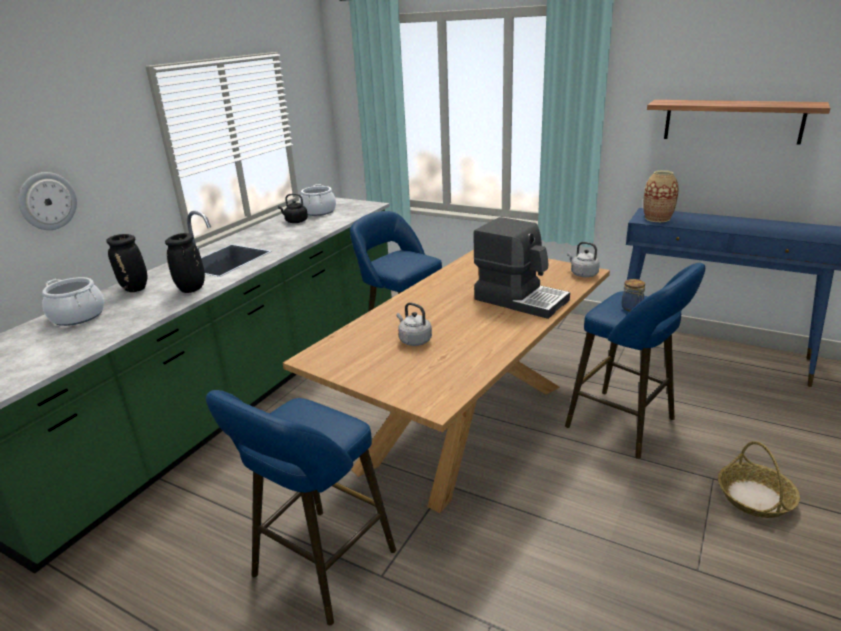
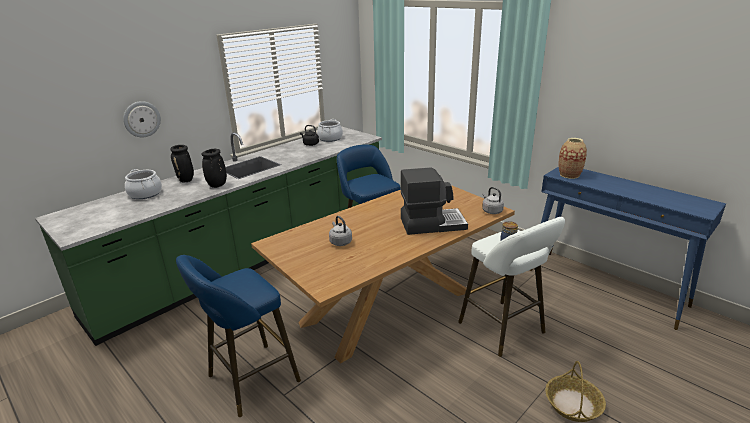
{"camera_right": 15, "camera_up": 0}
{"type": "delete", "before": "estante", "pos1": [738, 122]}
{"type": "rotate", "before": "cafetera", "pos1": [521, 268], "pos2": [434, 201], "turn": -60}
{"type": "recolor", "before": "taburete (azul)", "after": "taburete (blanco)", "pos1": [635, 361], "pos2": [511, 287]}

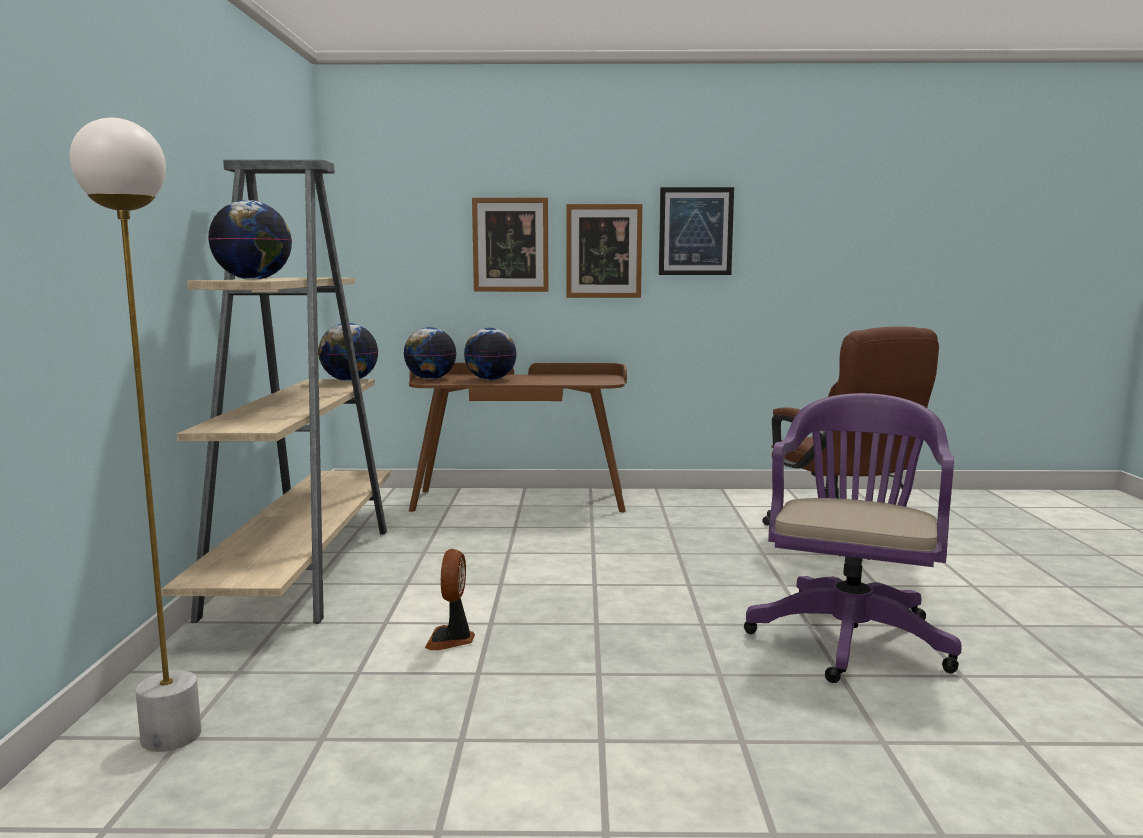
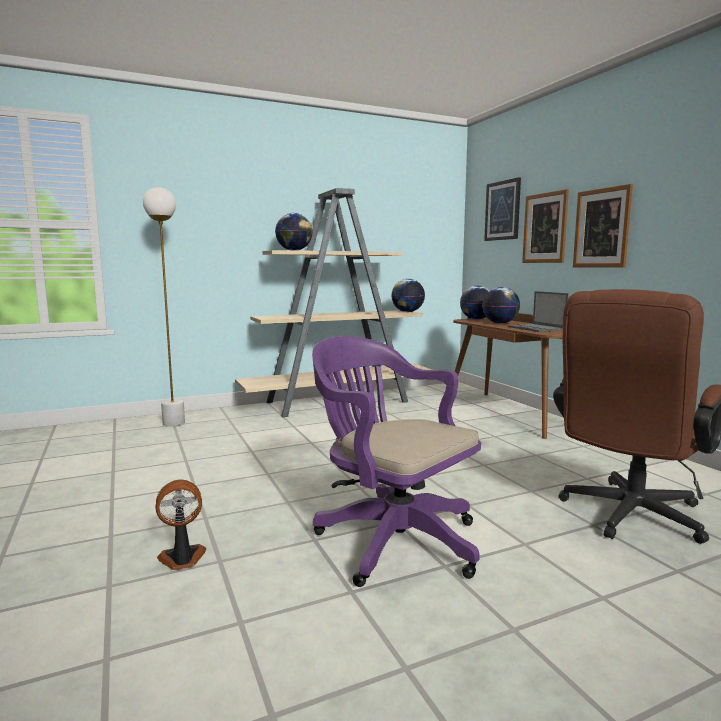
{"camera_right": 65, "camera_up": 0}
{"type": "move", "before": "cuadro", "pos1": [696, 231], "pos2": [502, 209]}
{"type": "rotate", "before": "silla de oficina (morado)", "pos1": [853, 538], "pos2": [396, 461], "turn": -135}
{"type": "move", "before": "ventilador", "pos1": [450, 599], "pos2": [180, 524]}
{"type": "insert", "after": "portátil", "pos2": [538, 311]}

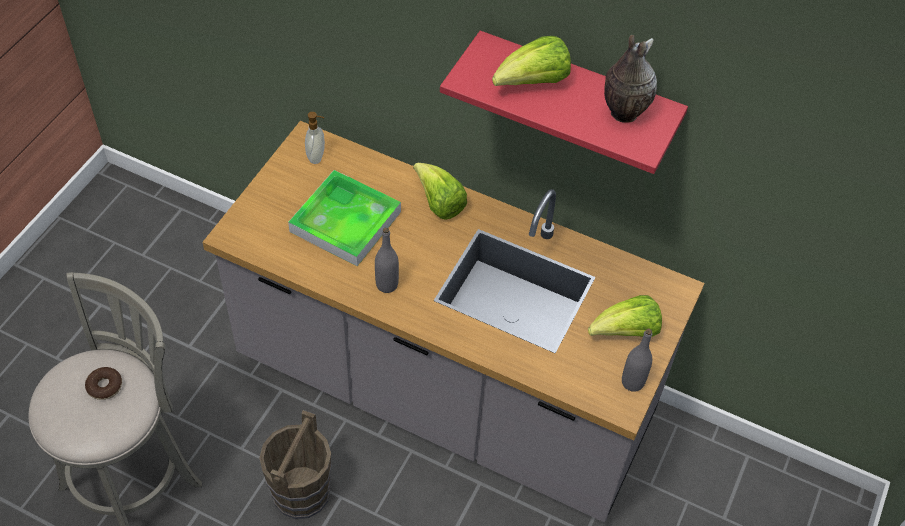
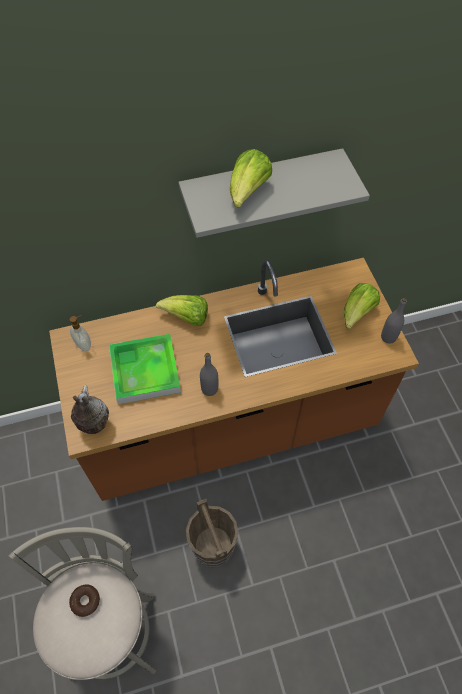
{"camera_right": -40, "camera_up": 5}
{"type": "recolor", "before": "estante (rojo)", "after": "estante (gris)", "pos1": [564, 102], "pos2": [274, 193]}
{"type": "move", "before": "florero", "pos1": [630, 79], "pos2": [90, 409]}
{"type": "recolor", "before": "mueble bajo de cocina (gris)", "after": "mueble bajo de cocina (marrón)", "pos1": [453, 322], "pos2": [234, 379]}

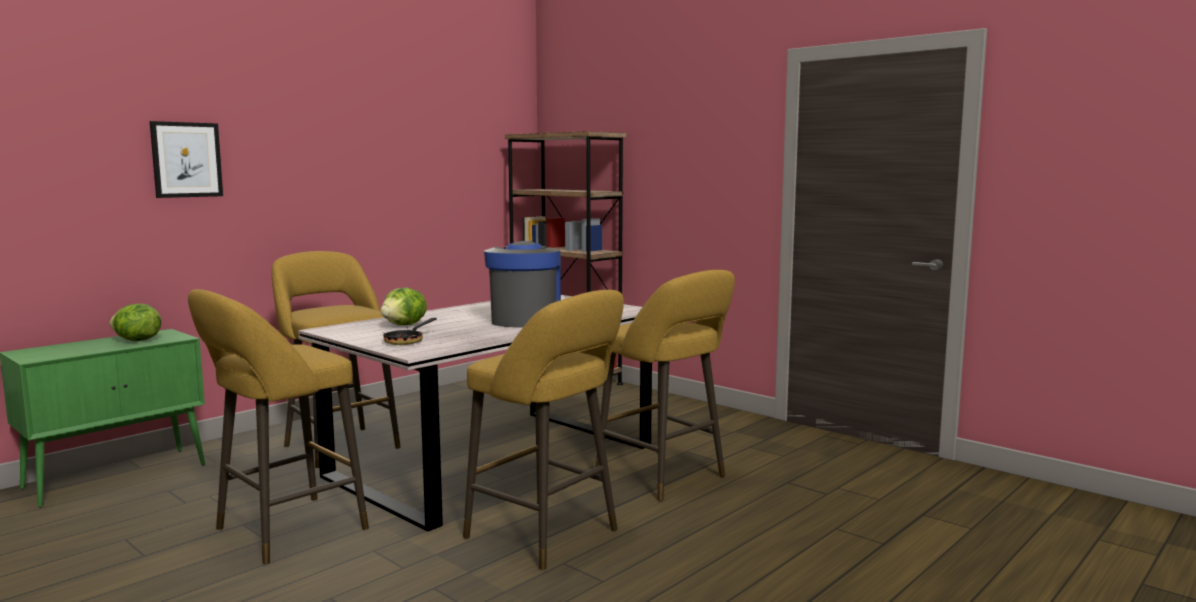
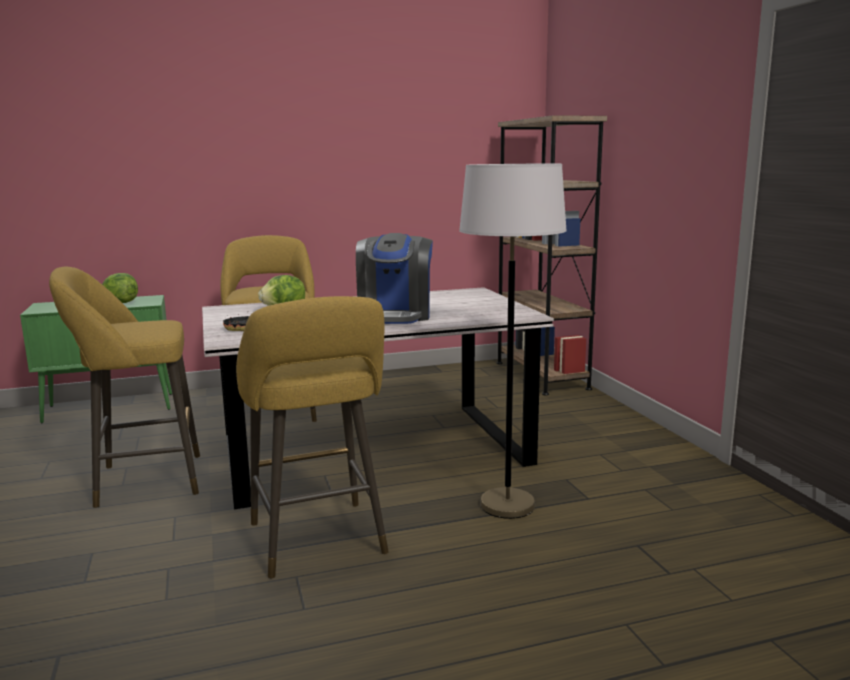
{"camera_right": 30, "camera_up": 5}
{"type": "delete", "before": "cuadro", "pos1": [186, 159]}
{"type": "rotate", "before": "cafetera", "pos1": [522, 284], "pos2": [394, 278], "turn": 150}
{"type": "replace", "before": "taburete (amarillo)", "after": "lámpara de pie (gris)", "pos1": [665, 385], "pos2": [513, 341]}

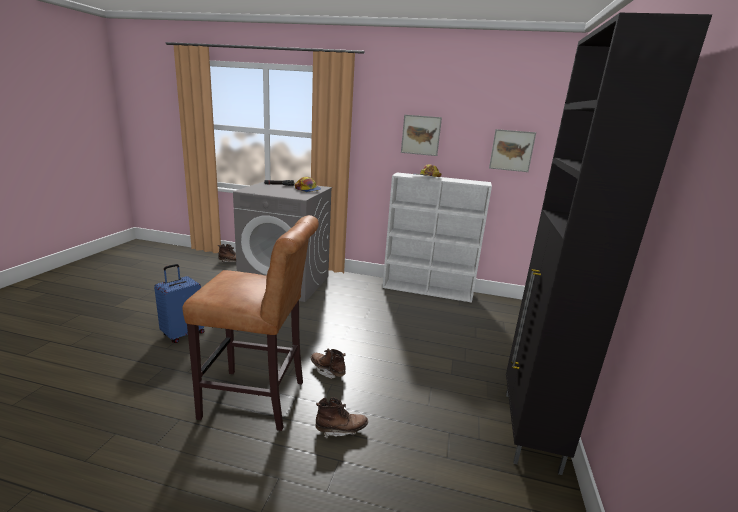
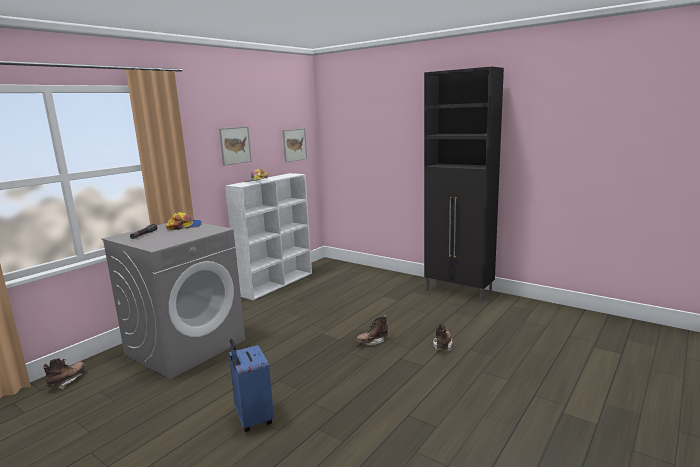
{"camera_right": -65, "camera_up": -5}
{"type": "delete", "before": "taburete (marrón)", "pos1": [250, 323]}

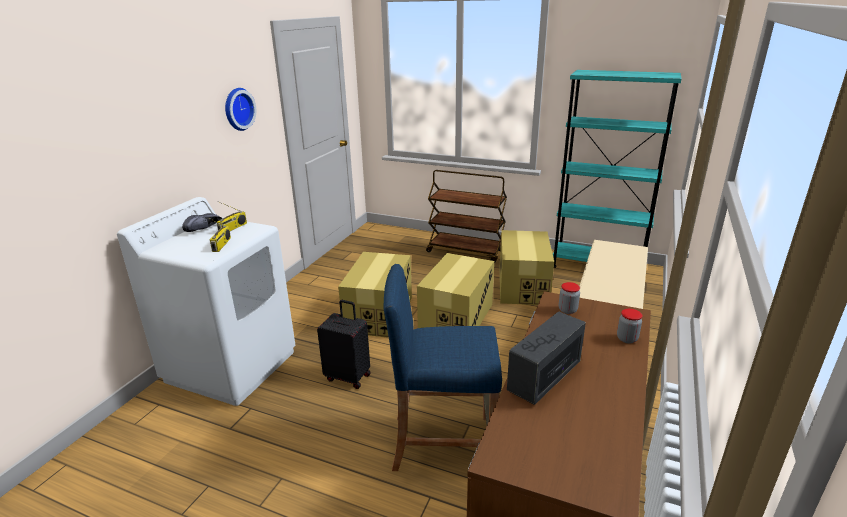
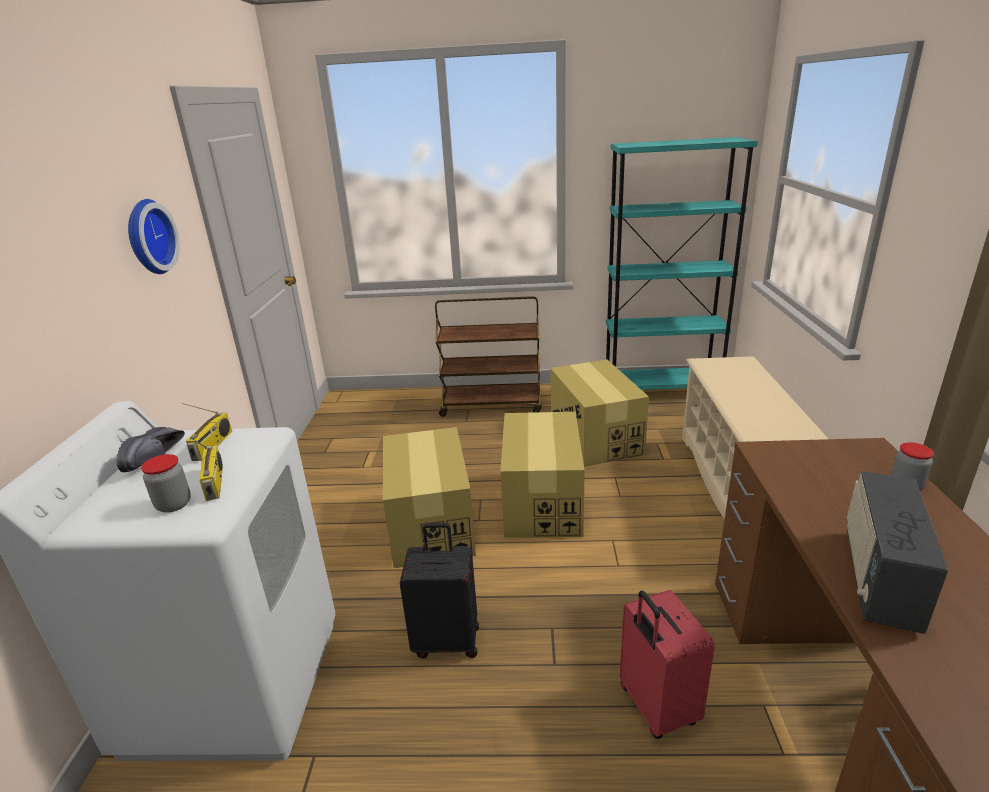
{"camera_right": -20, "camera_up": 0}
{"type": "replace", "before": "taburete (azul)", "after": "maleta (rojo)", "pos1": [442, 367], "pos2": [667, 664]}
{"type": "move", "before": "tarro", "pos1": [569, 298], "pos2": [166, 483]}

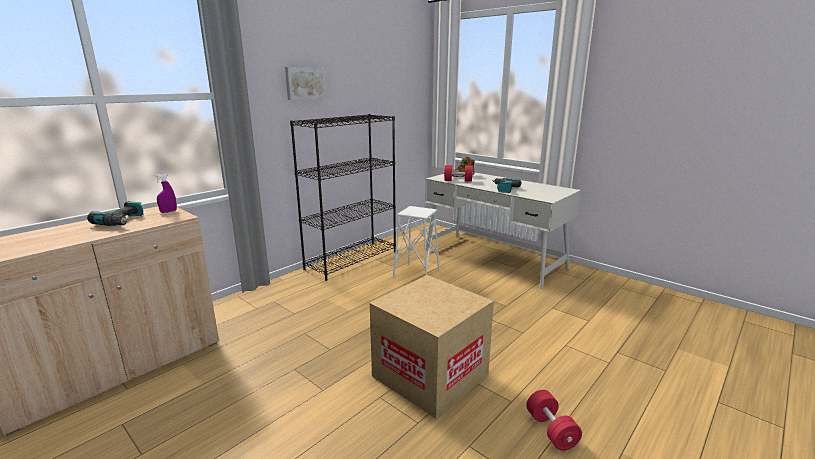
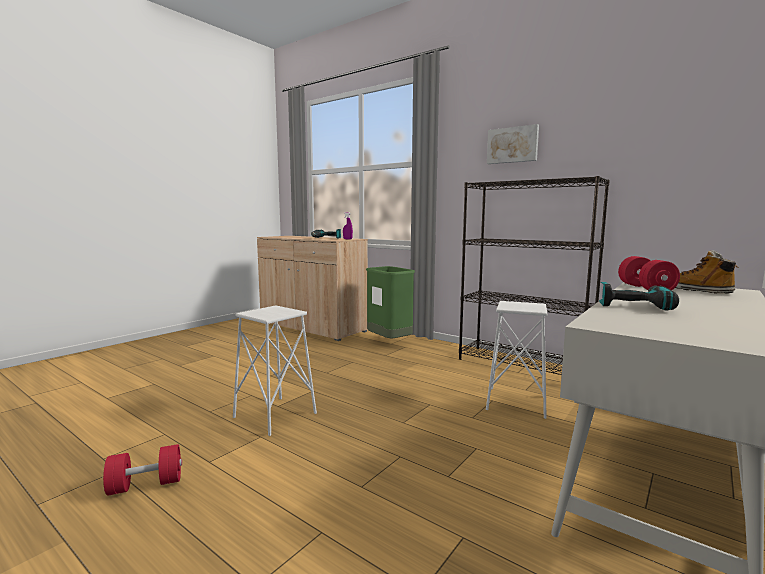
{"camera_right": 85, "camera_up": -10}
{"type": "replace", "before": "caja de cartón", "after": "taburete (blanco)", "pos1": [432, 346], "pos2": [275, 370]}
{"type": "insert", "after": "papelera (verde)", "pos2": [390, 302]}

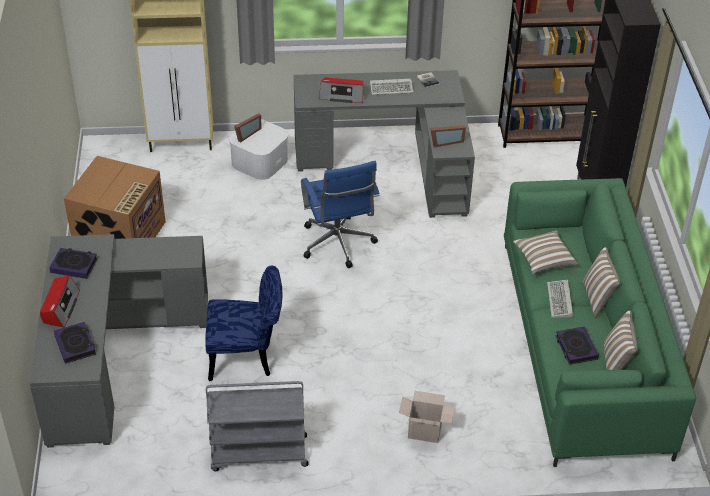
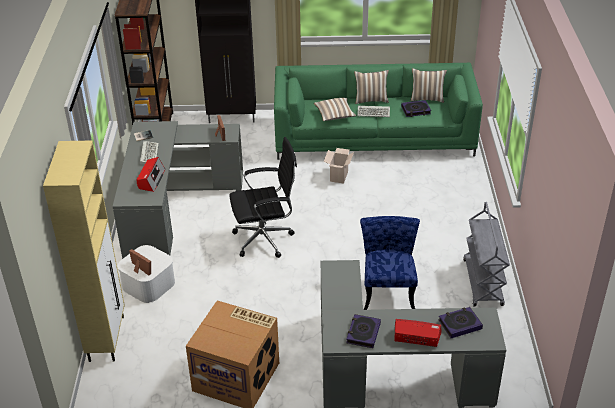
{"camera_right": -85, "camera_up": -5}
{"type": "recolor", "before": "silla de oficina (azul)", "after": "silla de oficina (negro)", "pos1": [340, 214], "pos2": [263, 197]}
{"type": "move", "before": "caja de cartón", "pos1": [427, 417], "pos2": [338, 166]}

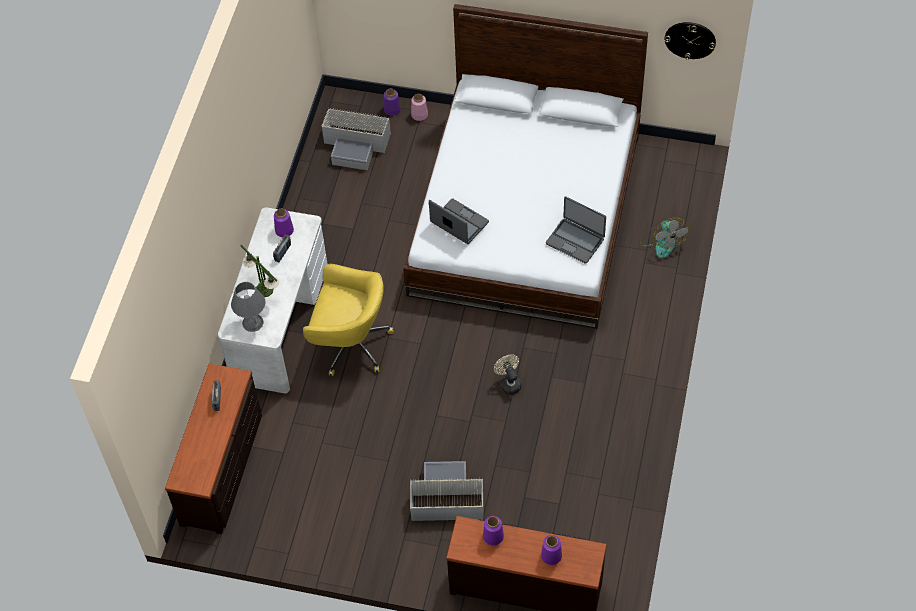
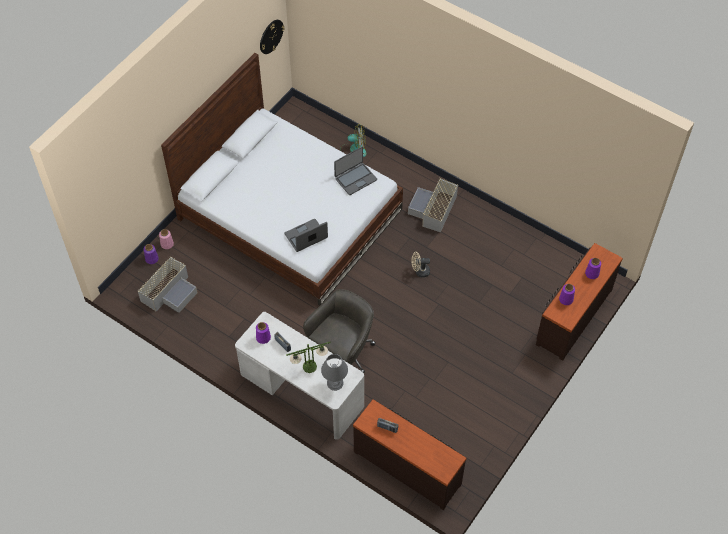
{"camera_right": -70, "camera_up": 0}
{"type": "recolor", "before": "silla de oficina (amarillo)", "after": "silla de oficina (gris)", "pos1": [348, 320], "pos2": [339, 331]}
{"type": "move", "before": "caja de almacenaje (gris)", "pos1": [447, 491], "pos2": [433, 205]}

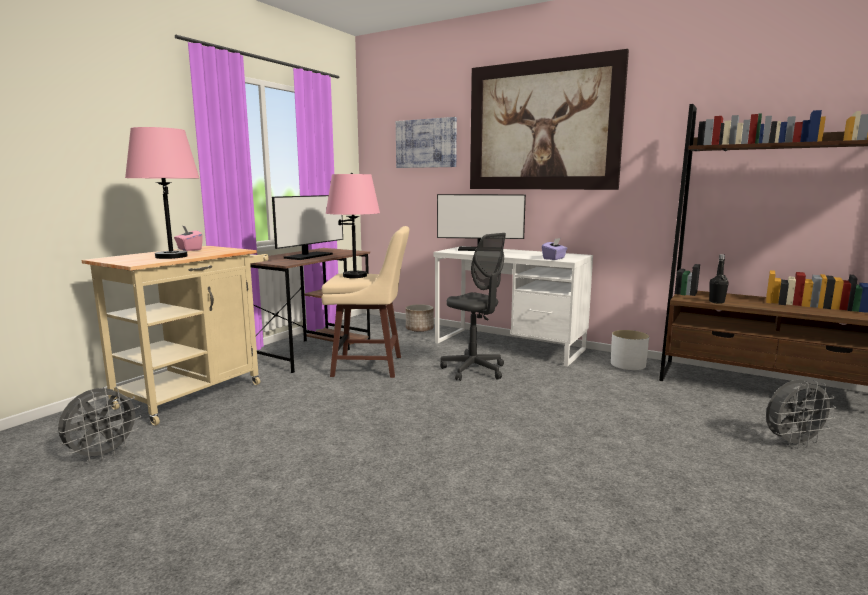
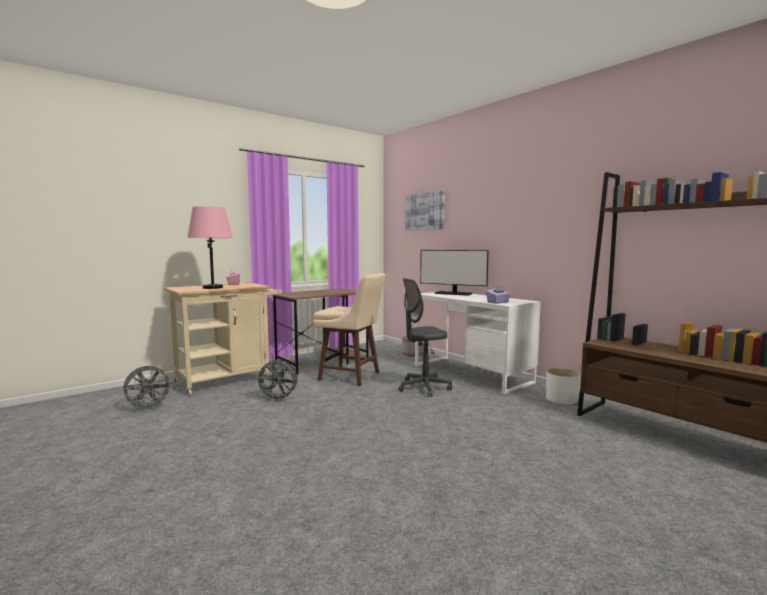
{"camera_right": 20, "camera_up": -5}
{"type": "delete", "before": "cuadro", "pos1": [549, 119]}
{"type": "delete", "before": "lámpara de mesa (rosa)", "pos1": [353, 225]}
{"type": "delete", "before": "monitor", "pos1": [307, 227]}
{"type": "rotate", "before": "silla de oficina (gris)", "pos1": [473, 307], "pos2": [425, 337], "turn": 90}
{"type": "delete", "before": "botella (negro)", "pos1": [719, 279]}
{"type": "move", "before": "ventilador (gris)", "pos1": [801, 414], "pos2": [276, 380]}

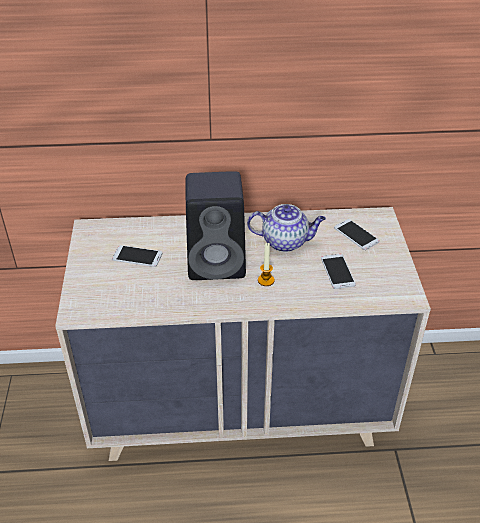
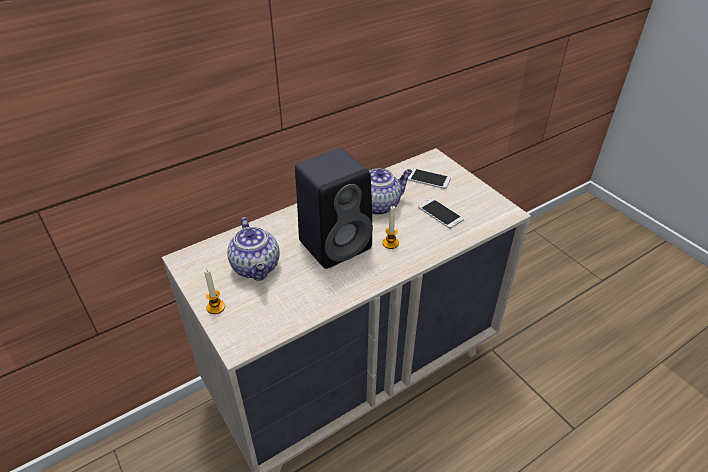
{"camera_right": -30, "camera_up": 0}
{"type": "replace", "before": "móvil", "after": "tetera", "pos1": [137, 256], "pos2": [253, 249]}
{"type": "insert", "after": "vela", "pos2": [214, 291]}

